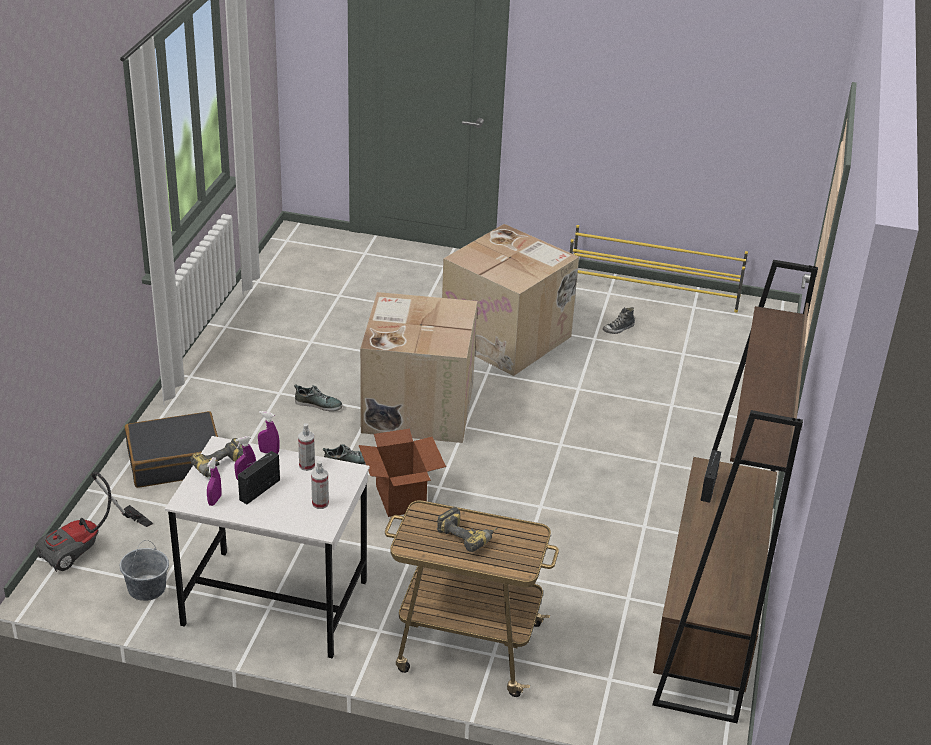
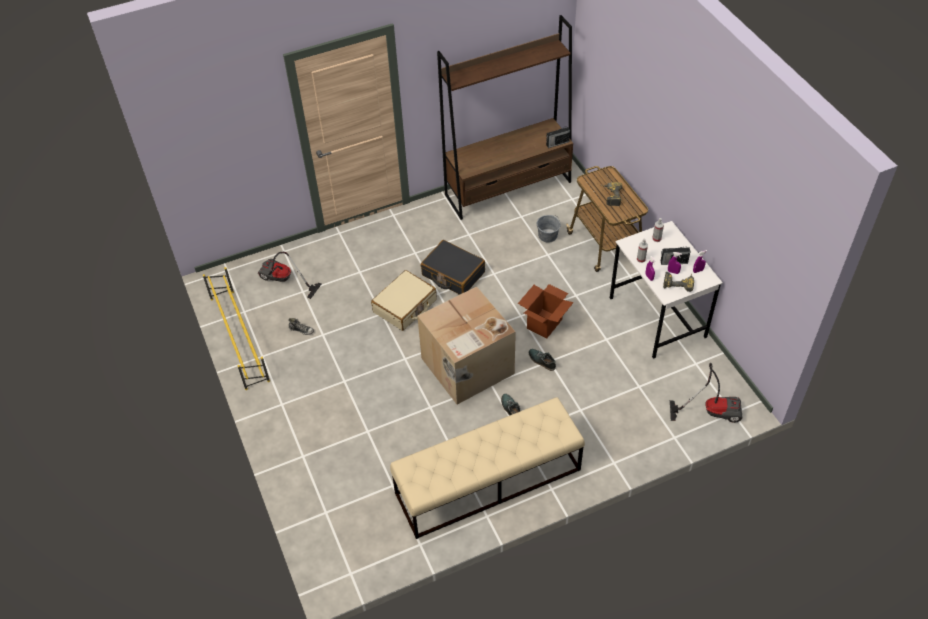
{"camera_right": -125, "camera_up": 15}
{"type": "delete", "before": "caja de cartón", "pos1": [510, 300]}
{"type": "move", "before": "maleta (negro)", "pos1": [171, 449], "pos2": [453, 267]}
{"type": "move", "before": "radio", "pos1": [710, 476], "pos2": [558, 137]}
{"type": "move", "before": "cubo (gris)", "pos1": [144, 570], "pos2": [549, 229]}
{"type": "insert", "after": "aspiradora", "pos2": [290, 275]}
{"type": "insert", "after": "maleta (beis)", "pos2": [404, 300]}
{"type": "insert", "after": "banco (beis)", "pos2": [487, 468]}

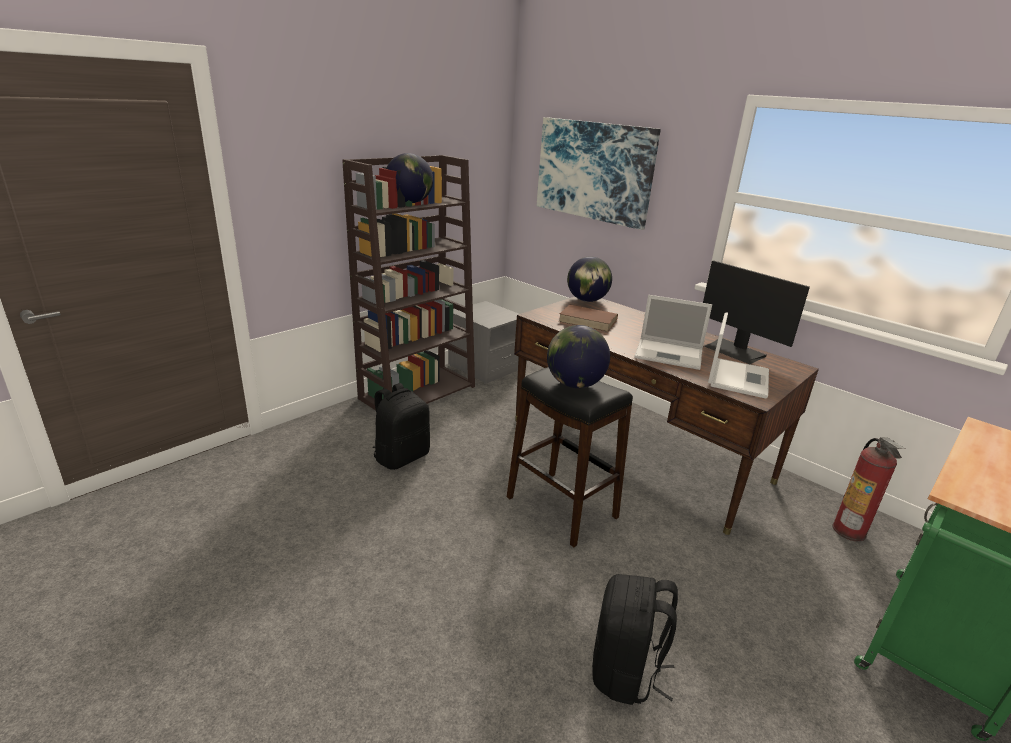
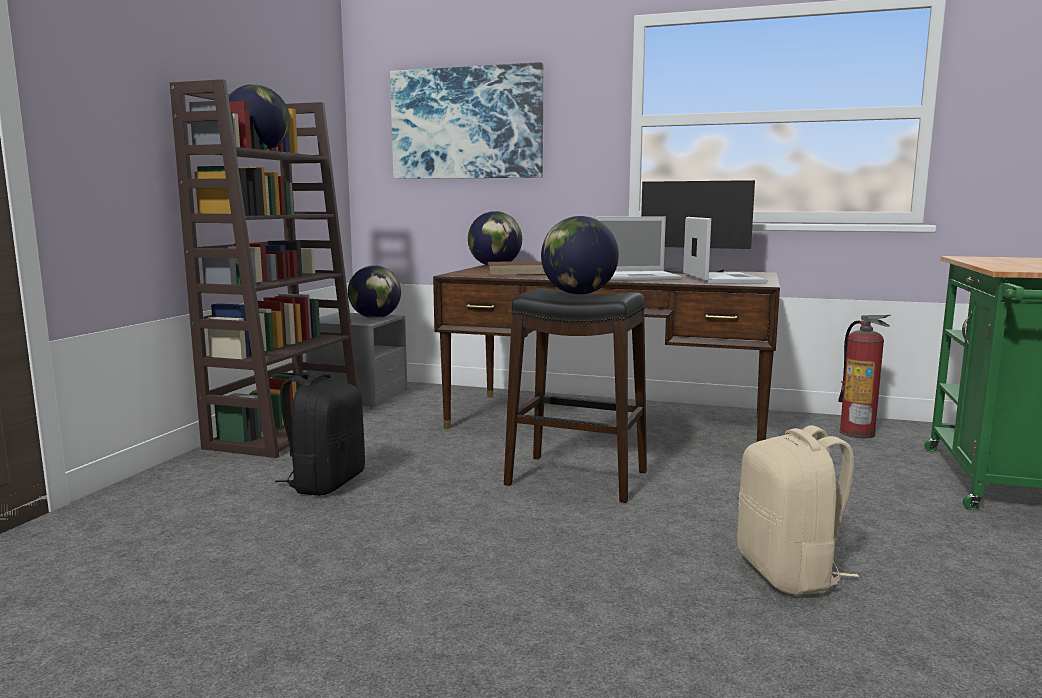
{"camera_right": -25, "camera_up": -15}
{"type": "recolor", "before": "mochila (negro)", "after": "mochila (beis)", "pos1": [635, 639], "pos2": [798, 510]}
{"type": "insert", "after": "globo terráqueo", "pos2": [374, 291]}

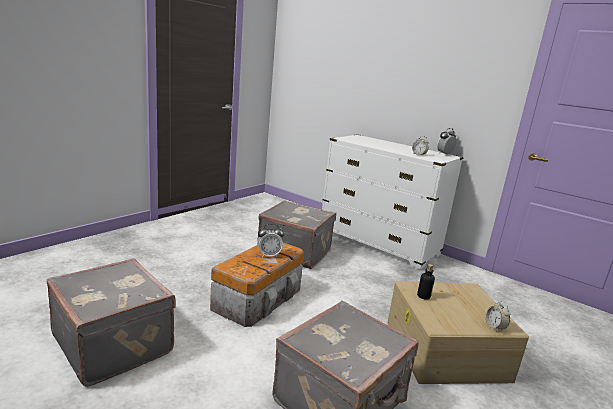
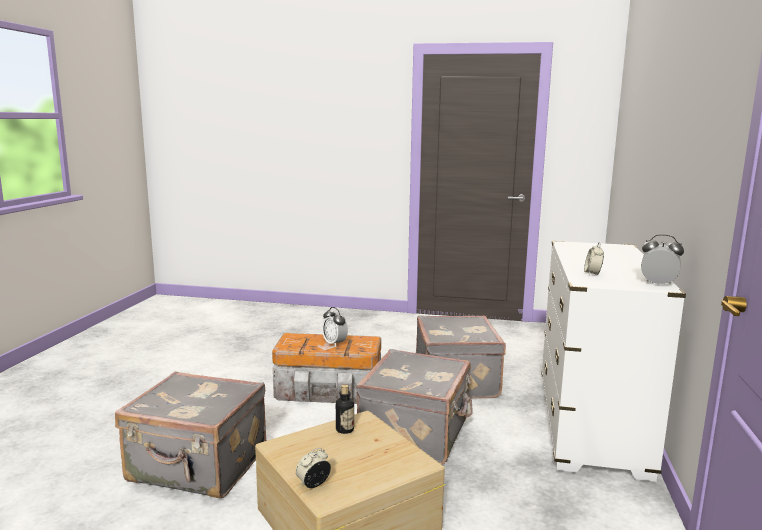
{"camera_right": 65, "camera_up": -5}
{"type": "move", "before": "maleta (gris)", "pos1": [111, 323], "pos2": [414, 407]}

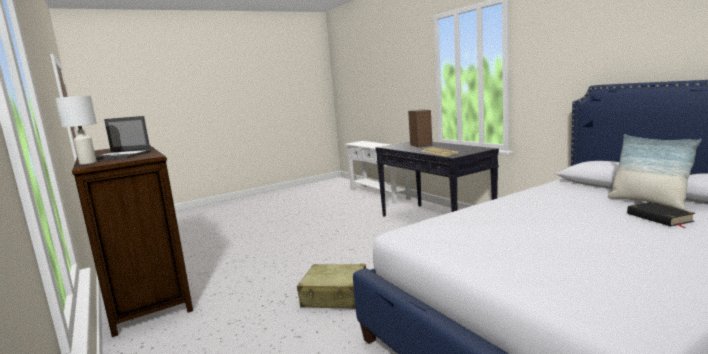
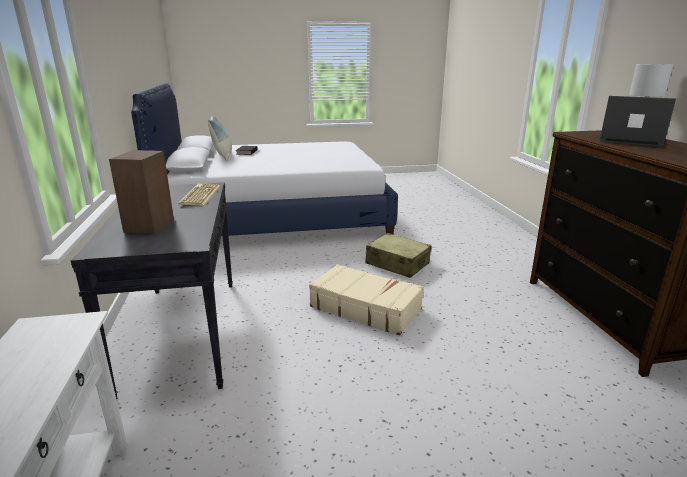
{"camera_right": -160, "camera_up": 10}
{"type": "insert", "after": "maleta (beis)", "pos2": [366, 299]}

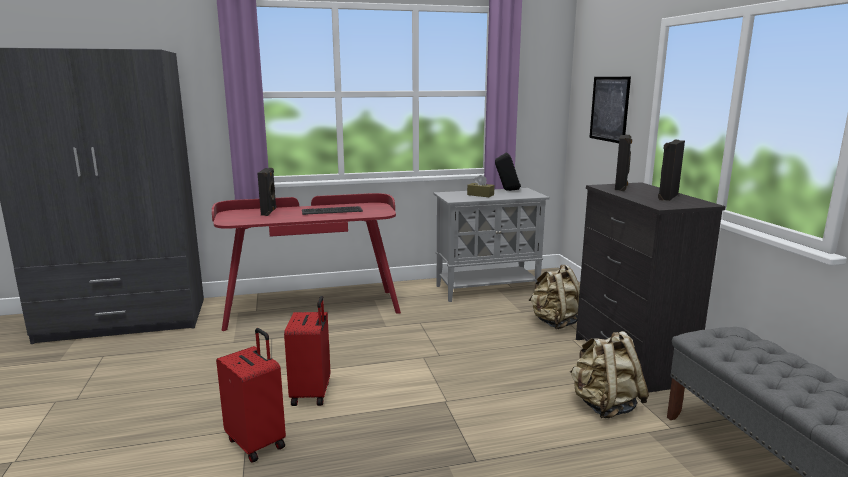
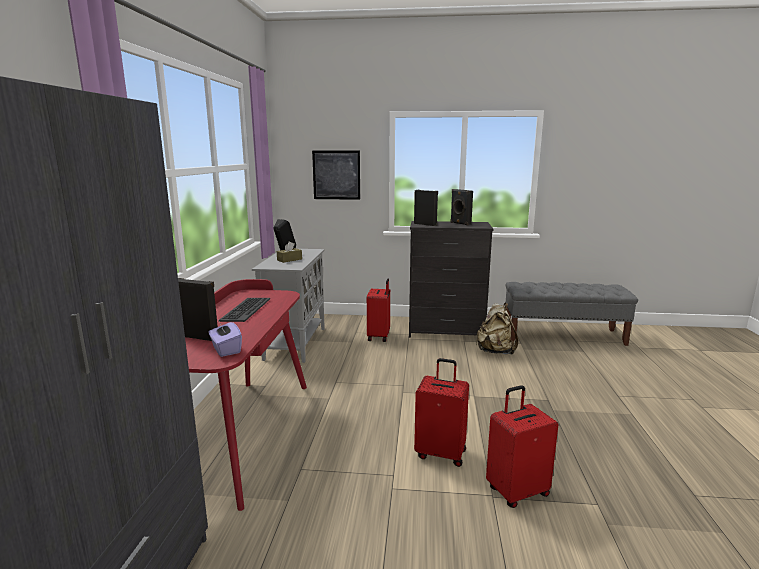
{"camera_right": -70, "camera_up": 0}
{"type": "replace", "before": "mochila (beis)", "after": "maleta (rojo)", "pos1": [554, 297], "pos2": [378, 310]}
{"type": "insert", "after": "caja de pañuelos (morado)", "pos2": [225, 338]}

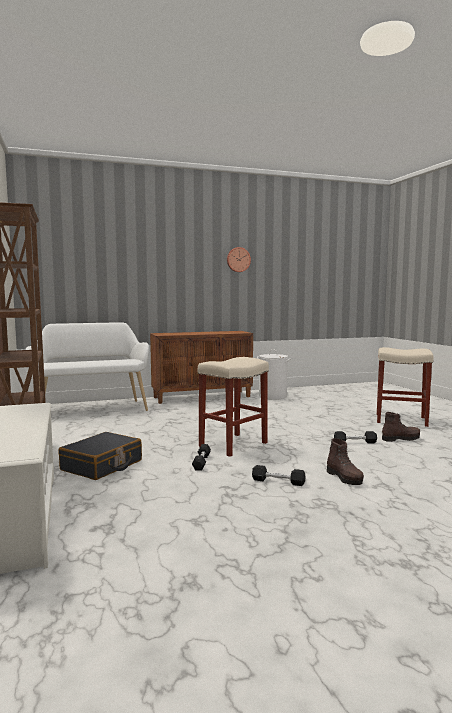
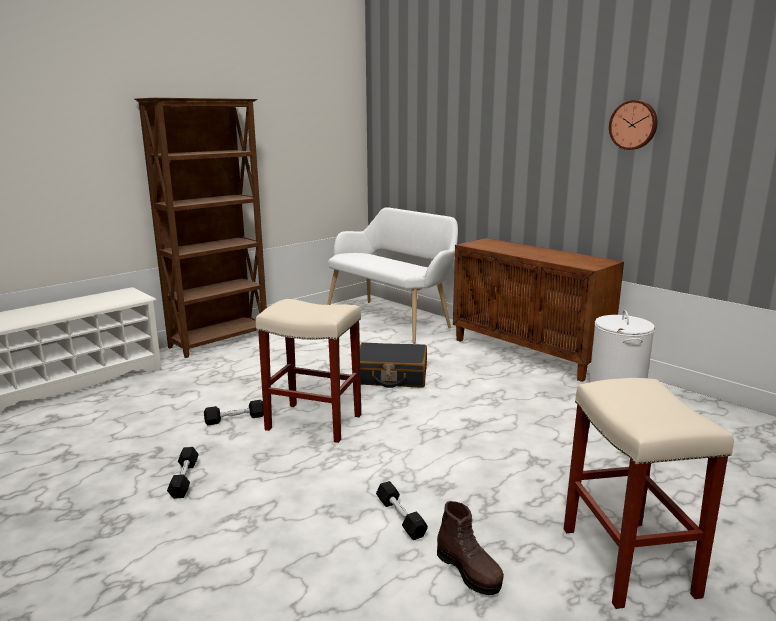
{"camera_right": 65, "camera_up": 10}
{"type": "move", "before": "maleta (negro)", "pos1": [100, 456], "pos2": [393, 365]}
{"type": "delete", "before": "bota (marrón)", "pos1": [345, 461]}

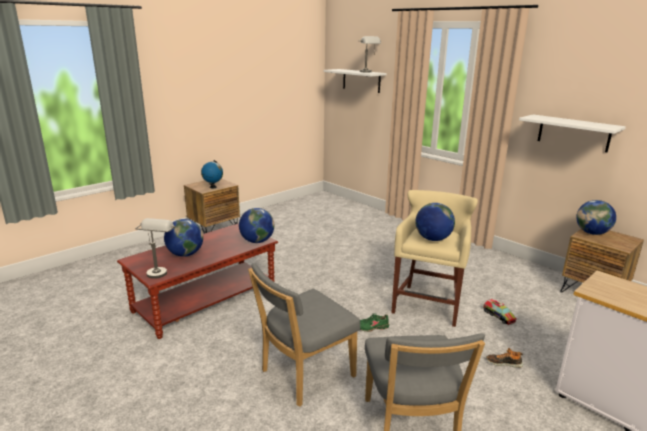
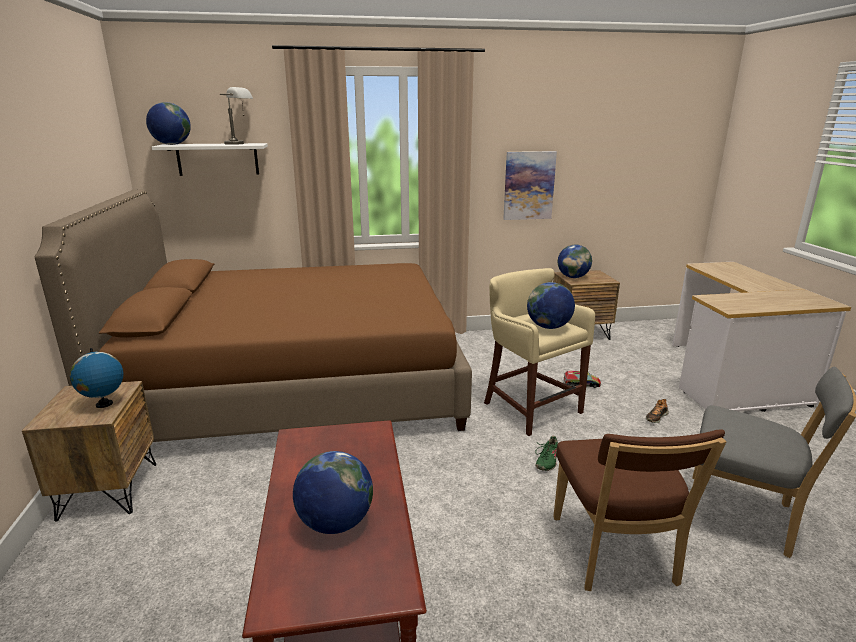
{"camera_right": -55, "camera_up": 0}
{"type": "replace", "before": "estante (blanco)", "after": "cuadro", "pos1": [572, 133], "pos2": [530, 185]}
{"type": "move", "before": "globo terráqueo", "pos1": [256, 225], "pos2": [168, 123]}
{"type": "delete", "before": "lámpara de mesa (gris)", "pos1": [155, 248]}
{"type": "recolor", "before": "silla (gris)", "after": "silla (marrón)", "pos1": [304, 335], "pos2": [640, 510]}
{"type": "insert", "after": "cama (marrón)", "pos2": [253, 316]}

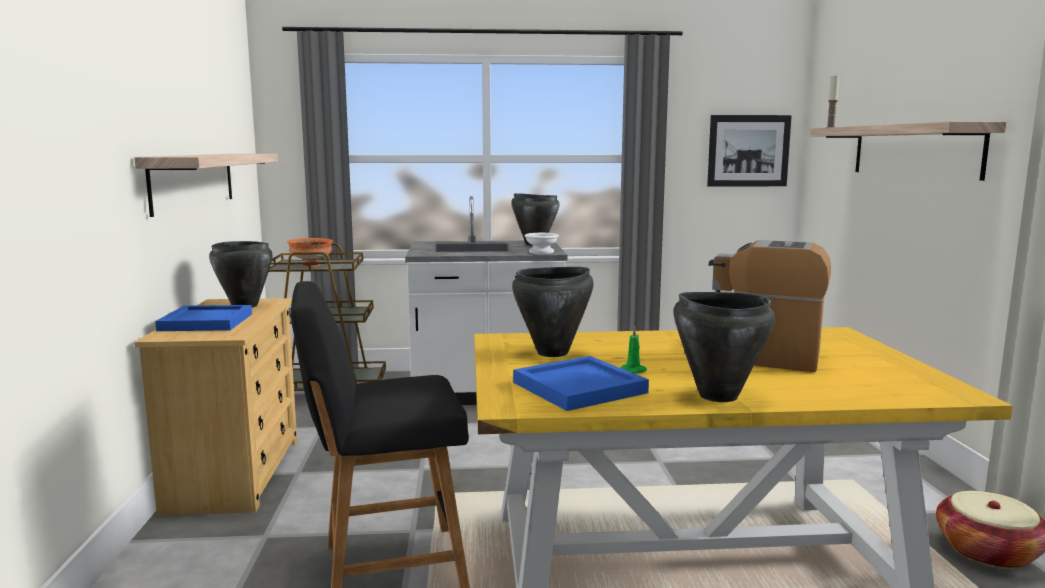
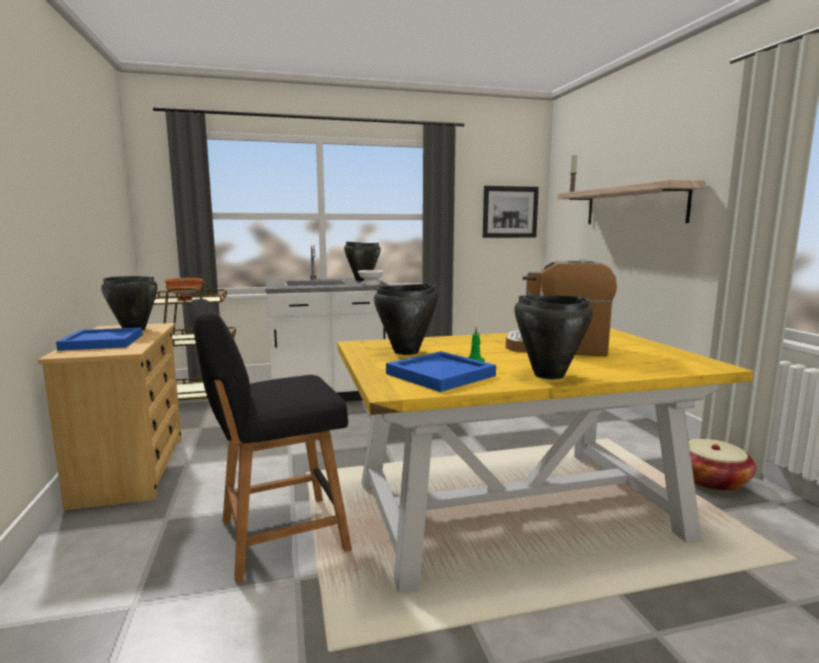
{"camera_right": -10, "camera_up": 0}
{"type": "delete", "before": "estante", "pos1": [206, 185]}

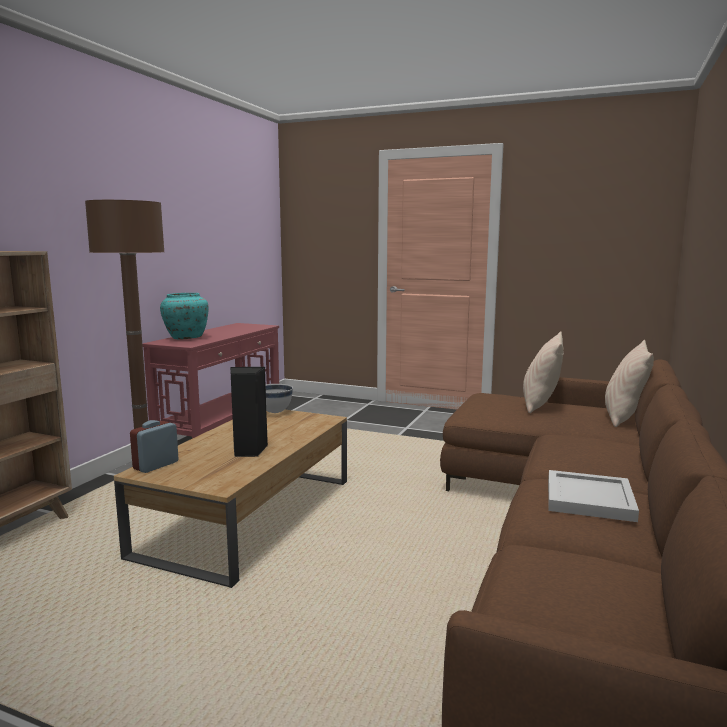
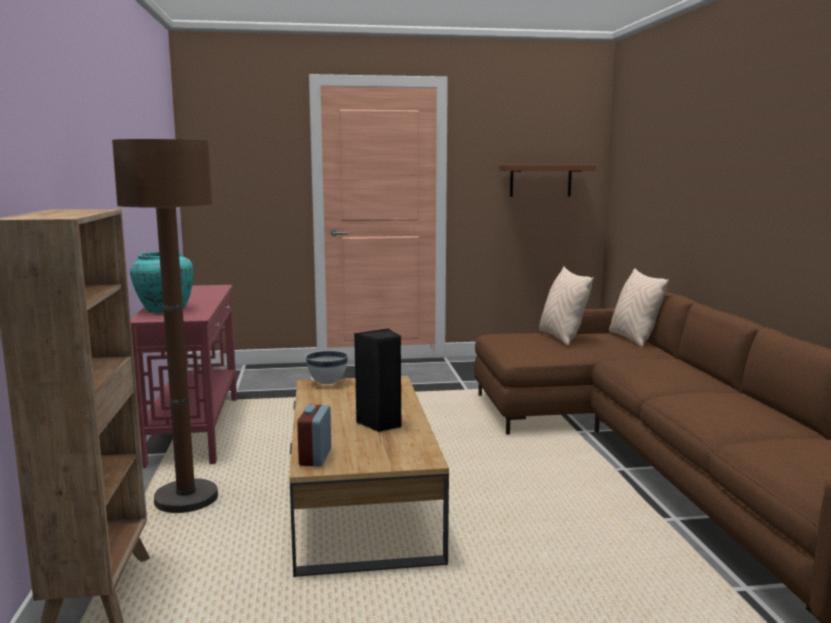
{"camera_right": -30, "camera_up": 0}
{"type": "delete", "before": "bandeja (blanco)", "pos1": [593, 496]}
{"type": "insert", "after": "estante (marrón)", "pos2": [547, 181]}

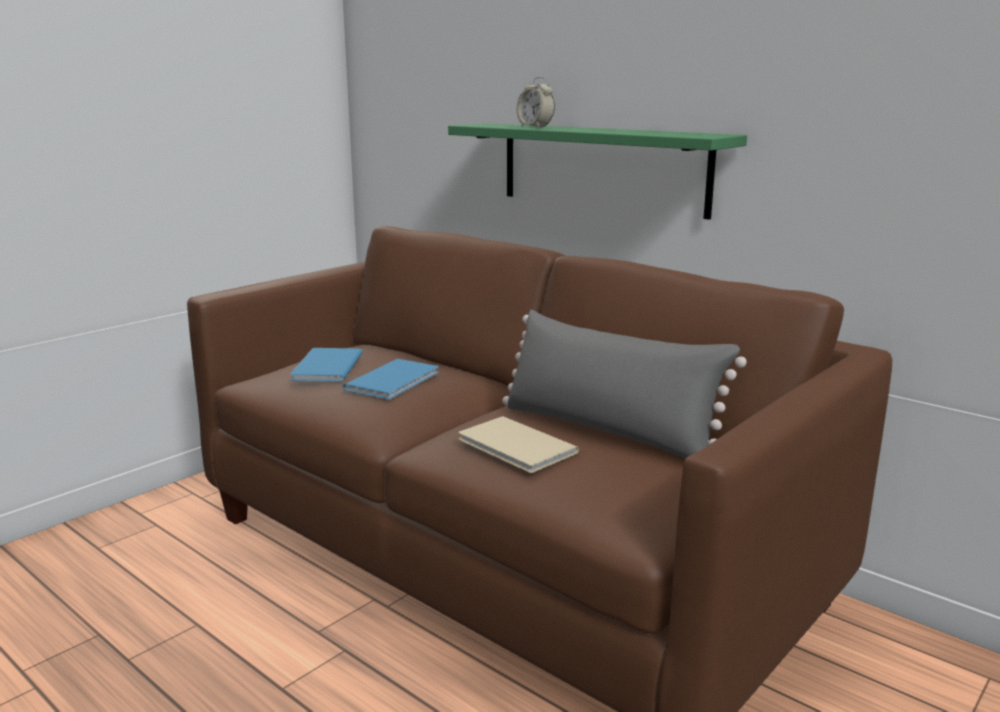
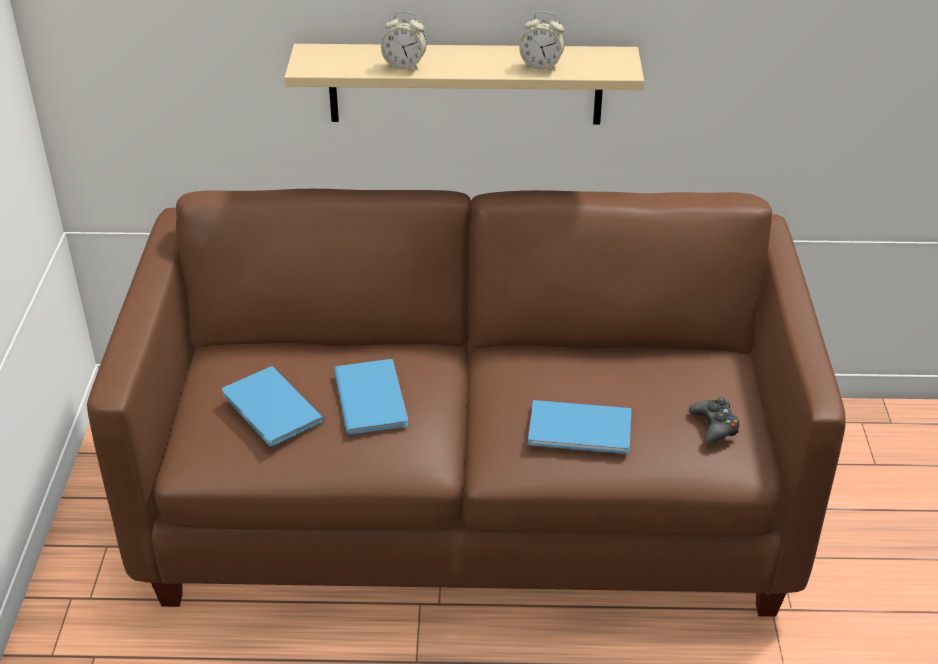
{"camera_right": -40, "camera_up": 20}
{"type": "recolor", "before": "estante (verde)", "after": "estante (beis)", "pos1": [597, 171], "pos2": [464, 84]}
{"type": "delete", "before": "cojín (gris)", "pos1": [624, 384]}
{"type": "recolor", "before": "libro (beis)", "after": "libro (azul)", "pos1": [519, 444], "pos2": [579, 427]}
{"type": "insert", "after": "despertador", "pos2": [542, 41]}
{"type": "insert", "after": "mando de consola (negro)", "pos2": [714, 420]}

